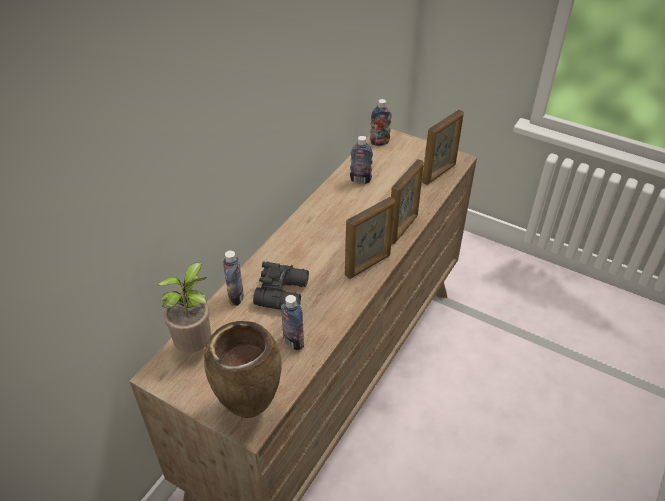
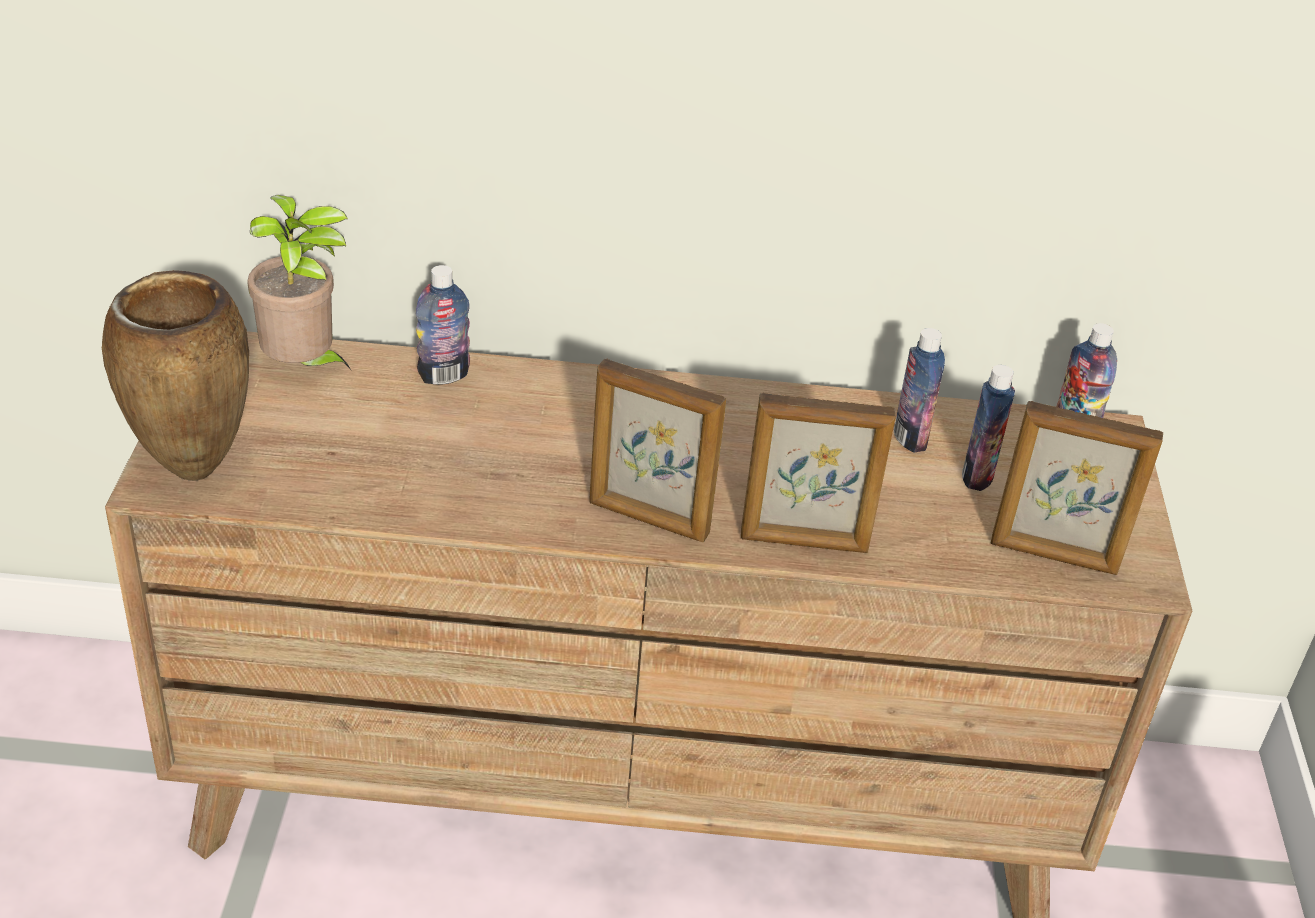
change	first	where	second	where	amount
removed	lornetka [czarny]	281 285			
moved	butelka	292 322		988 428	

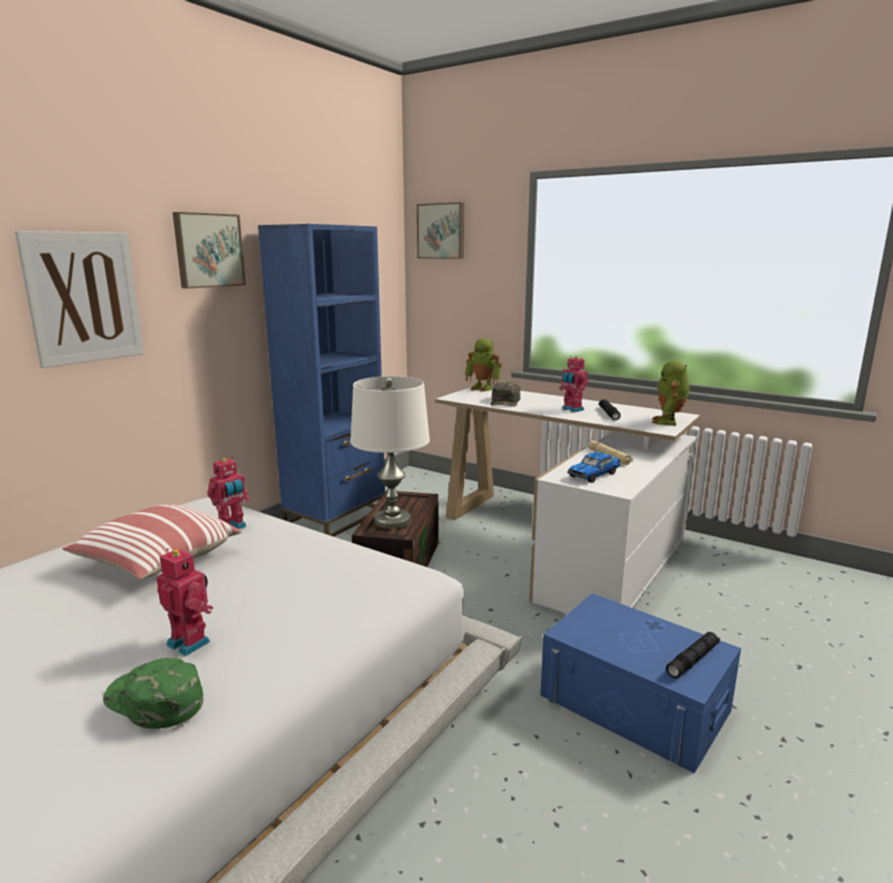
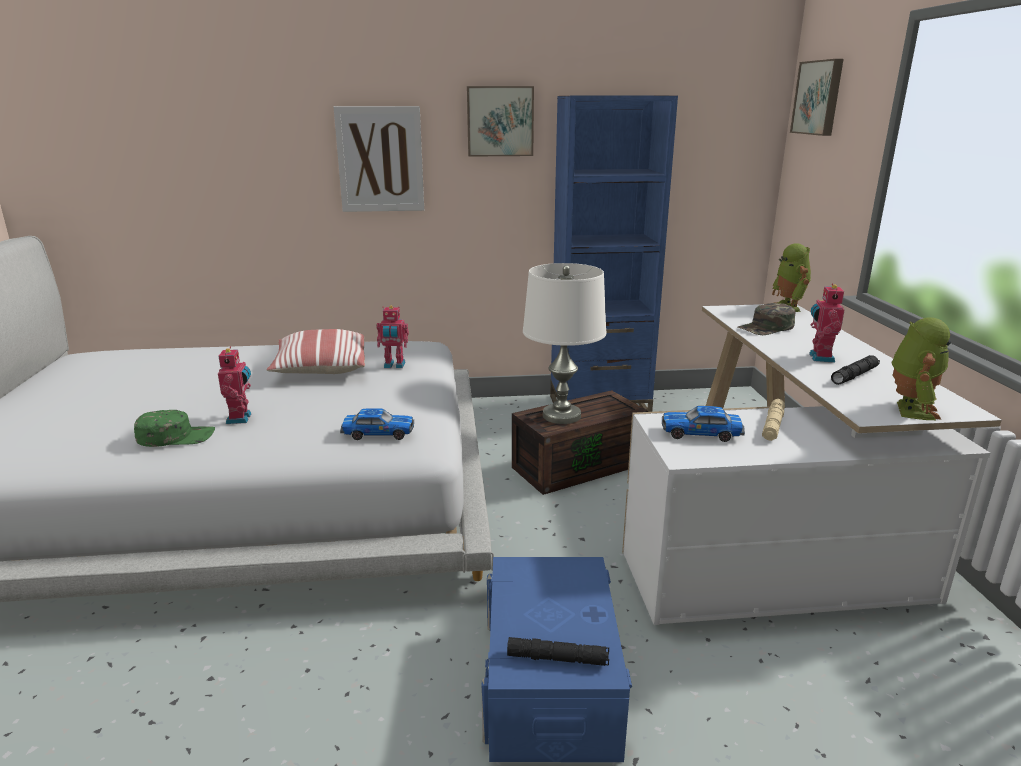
change	first	where	second	where	amount
turned	robot zabawkowy	671 393		921 368	135 degrees clockwise
turned	czapka z daszkiem [zielony]	153 693		174 428	90 degrees clockwise
added			samochodzik	377 424	

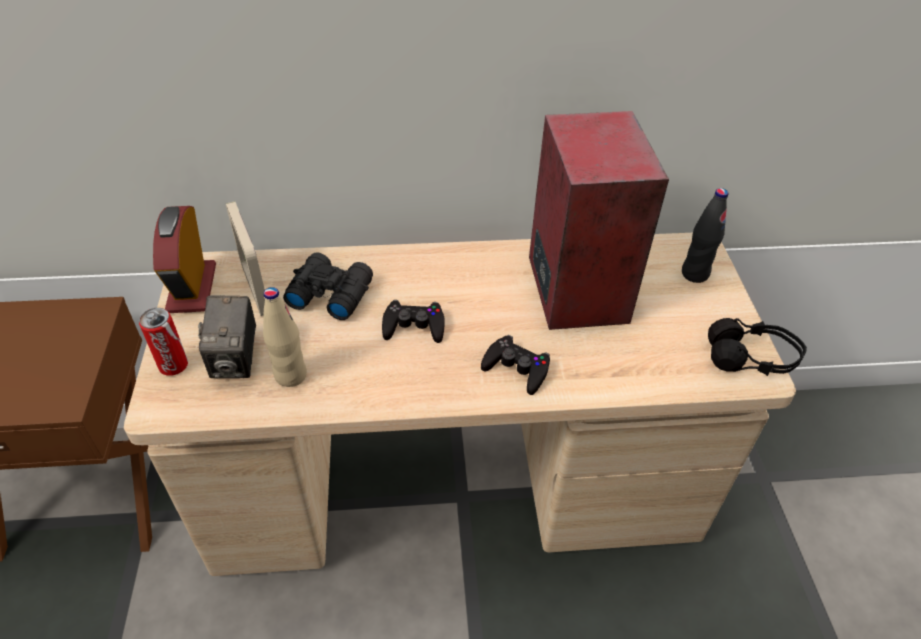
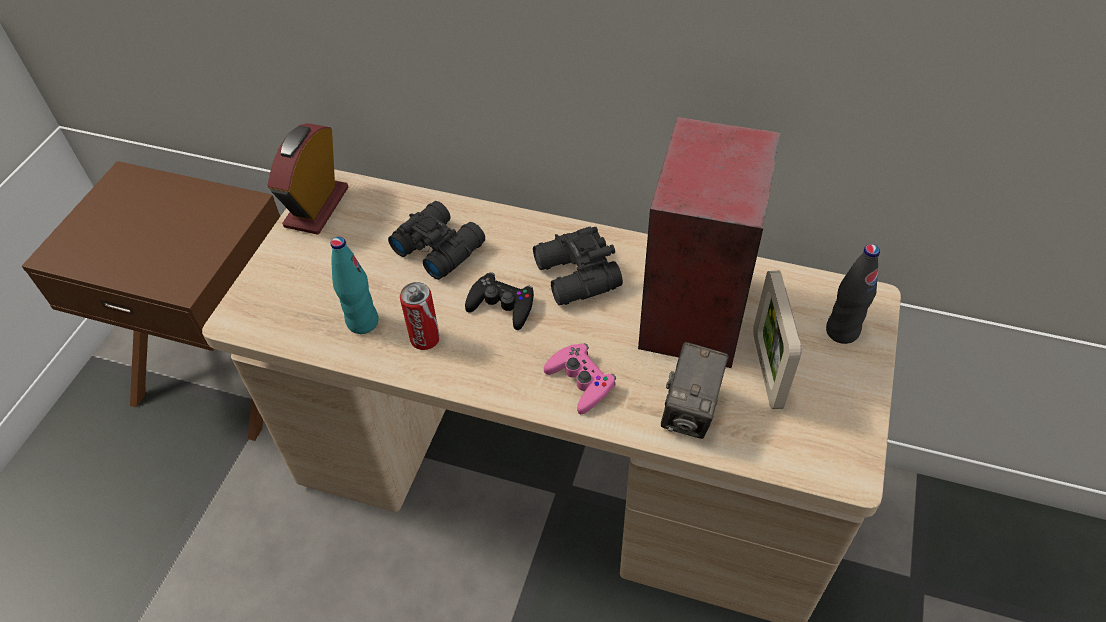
change	first	where	second	where	amount
moved	ramka na zdjęcie	245 258		777 340	
recoloured	butelka [beżowy]	285 337	butelka [turkusowy]	355 285	
moved	aparat fotograficzny	227 337		695 390	
moved	puszka	163 342		420 316	
removed	słuchawki [czarny]	757 347			
recoloured	pad do gier [czarny]	515 365	pad do gier [różowy]	580 378	
added			lornetka [czarny]	578 265	

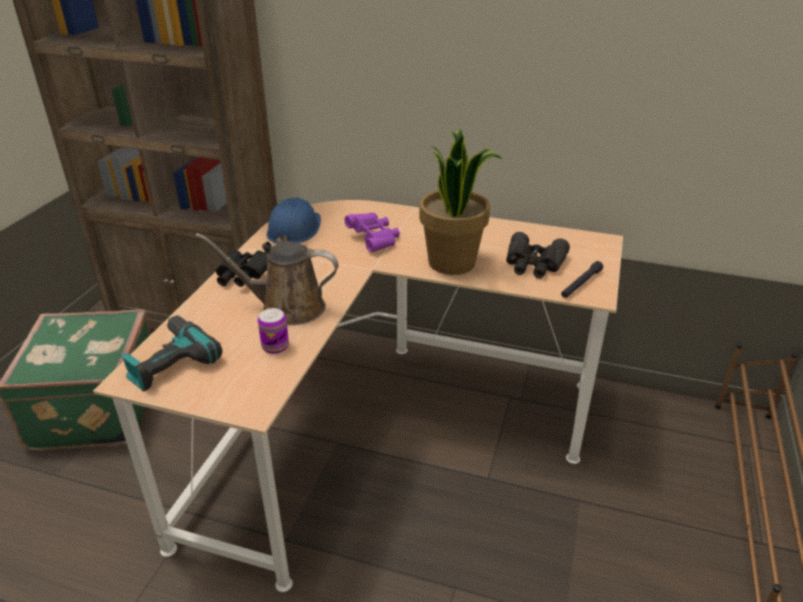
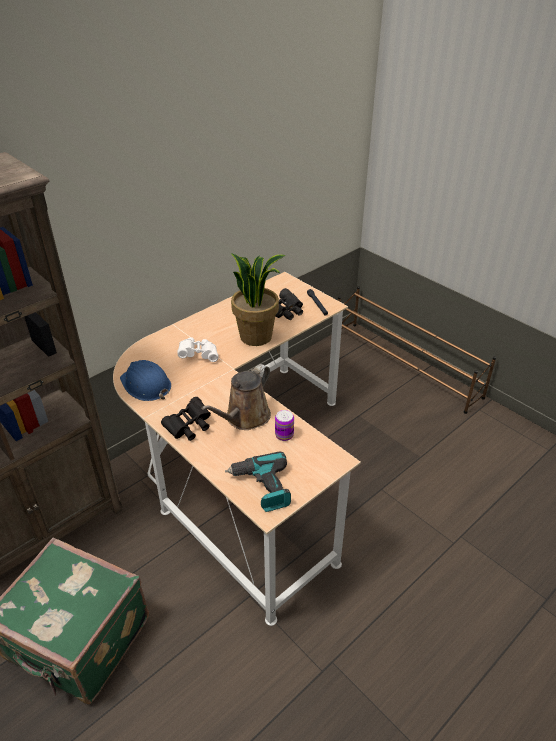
change	first	where	second	where	amount
recoloured	lornetka [fioletowy]	372 232	lornetka [biały]	197 349	

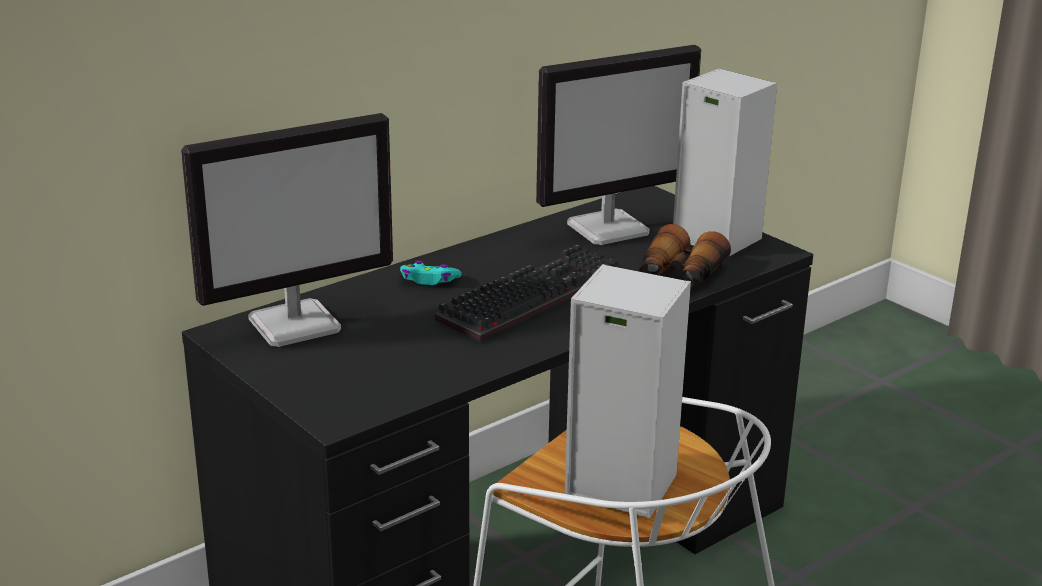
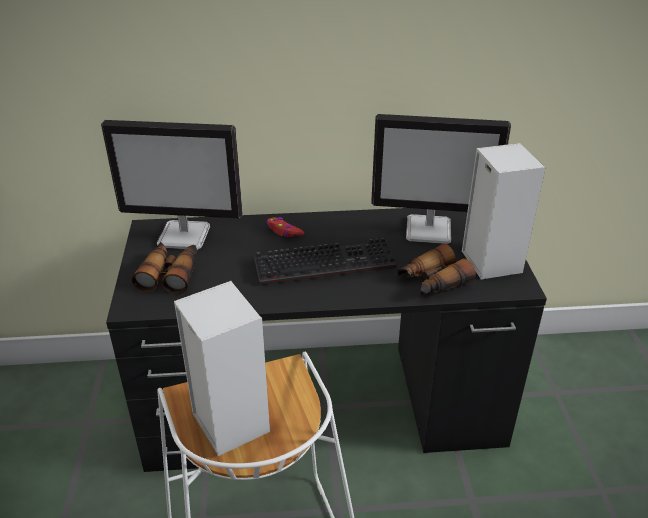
change	first	where	second	where	amount
recoloured	pad do gier [turkusowy]	431 273	pad do gier [czerwony]	285 227	
added			lornetka	164 268	

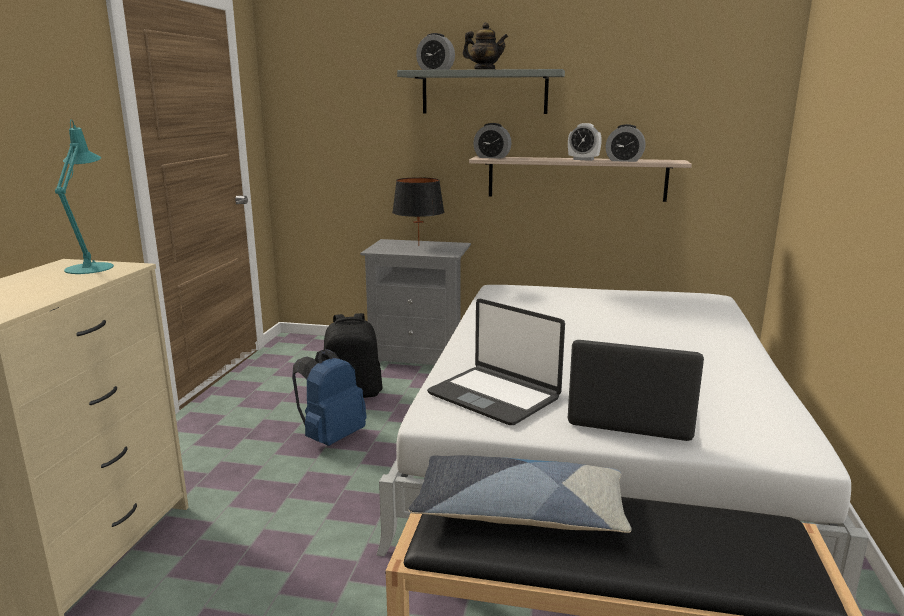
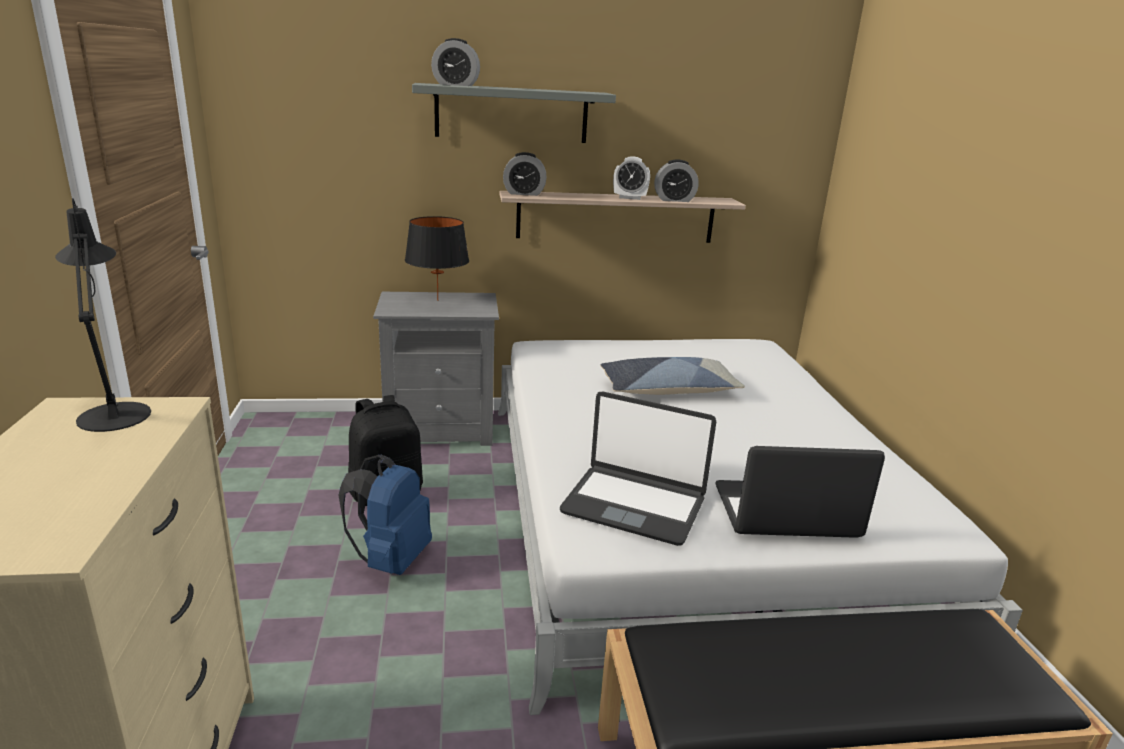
change	first	where	second	where	amount
removed	imbryk	485 46			
recoloured	lampa stołowa [turkusowy]	84 197	lampa stołowa [czarny]	103 315	
moved	poduszka	520 494		672 376	

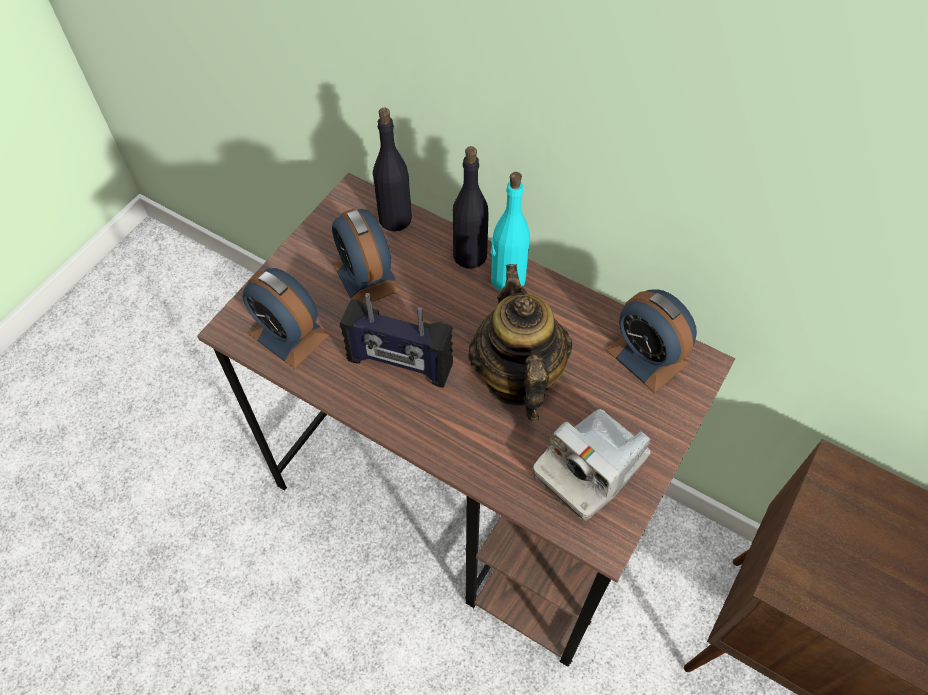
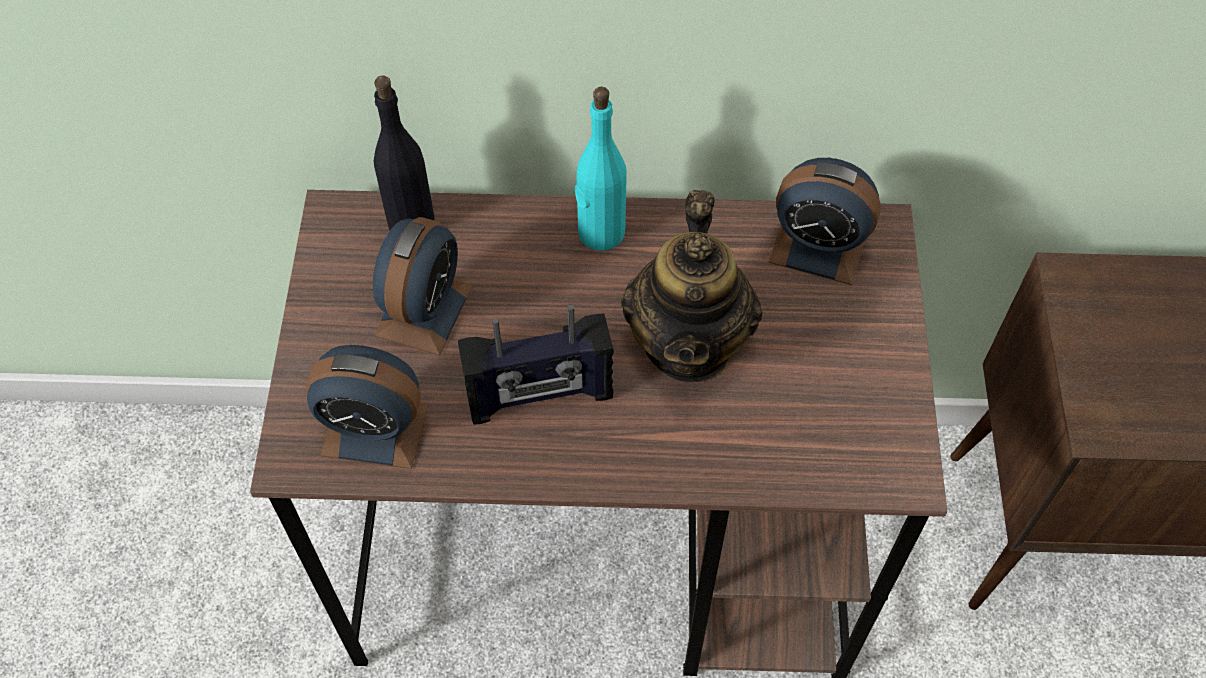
change	first	where	second	where	amount
removed	butelka [czarny]	471 207			
turned	budzik	366 256		423 286	105 degrees counterclockwise
turned	imbryk	520 343		692 286	135 degrees counterclockwise
removed	aparat fotograficzny	592 465			

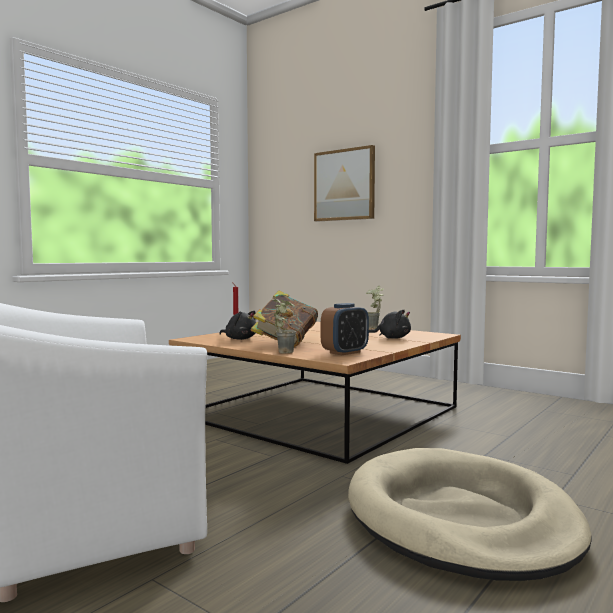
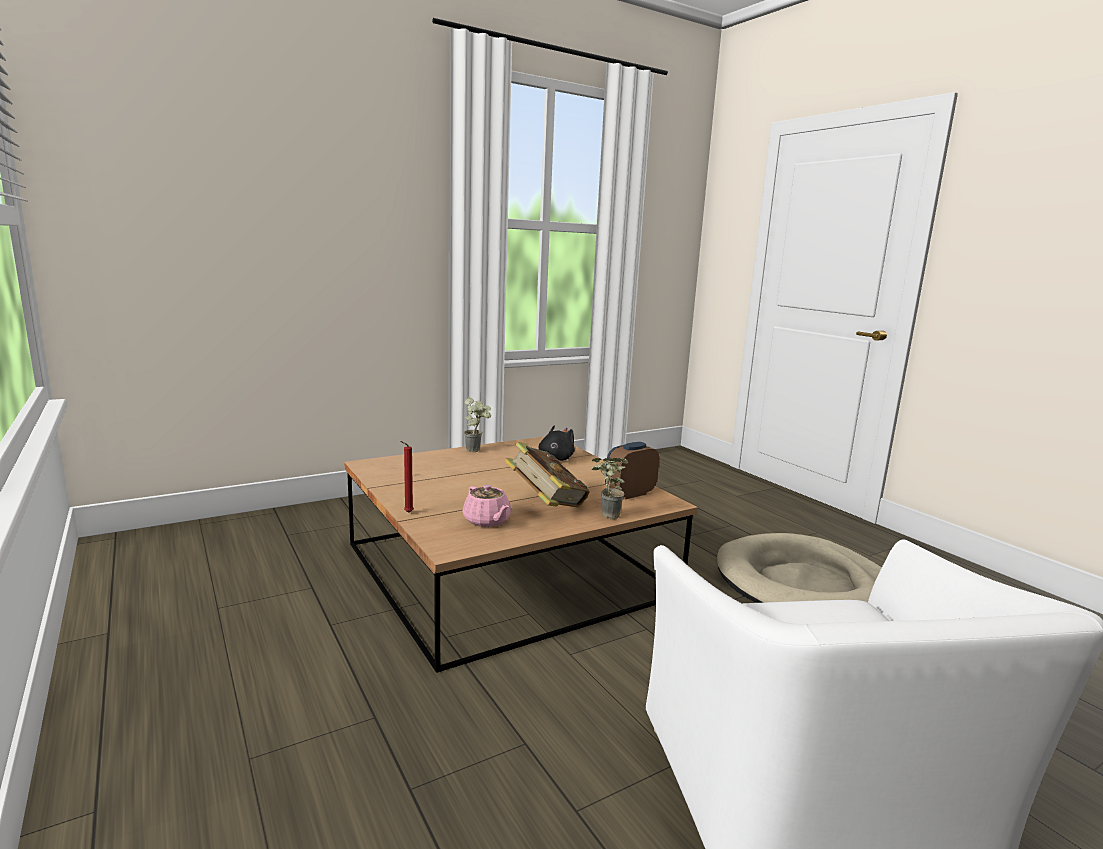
change	first	where	second	where	amount
removed	obraz	344 183			
turned	budzik	345 329		632 470	105 degrees counterclockwise
replaced	pluszak [czarny]	237 325	imbryk [różowy]	487 505	

